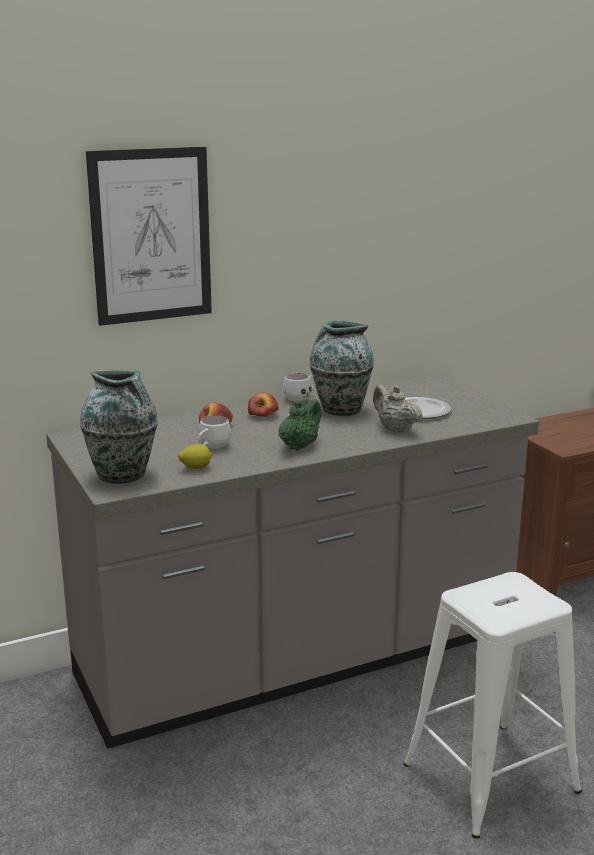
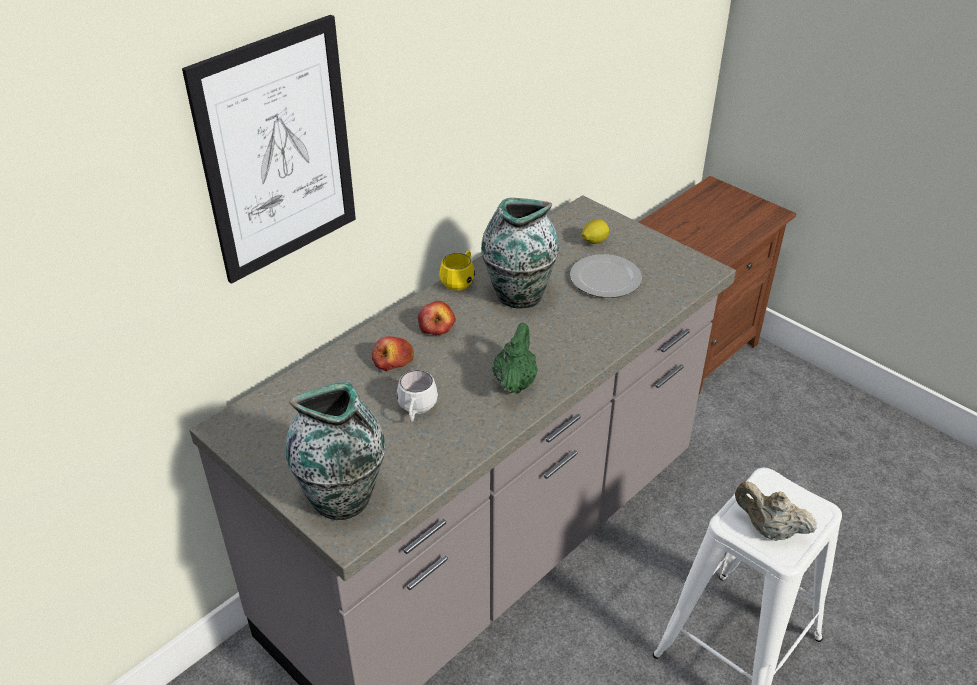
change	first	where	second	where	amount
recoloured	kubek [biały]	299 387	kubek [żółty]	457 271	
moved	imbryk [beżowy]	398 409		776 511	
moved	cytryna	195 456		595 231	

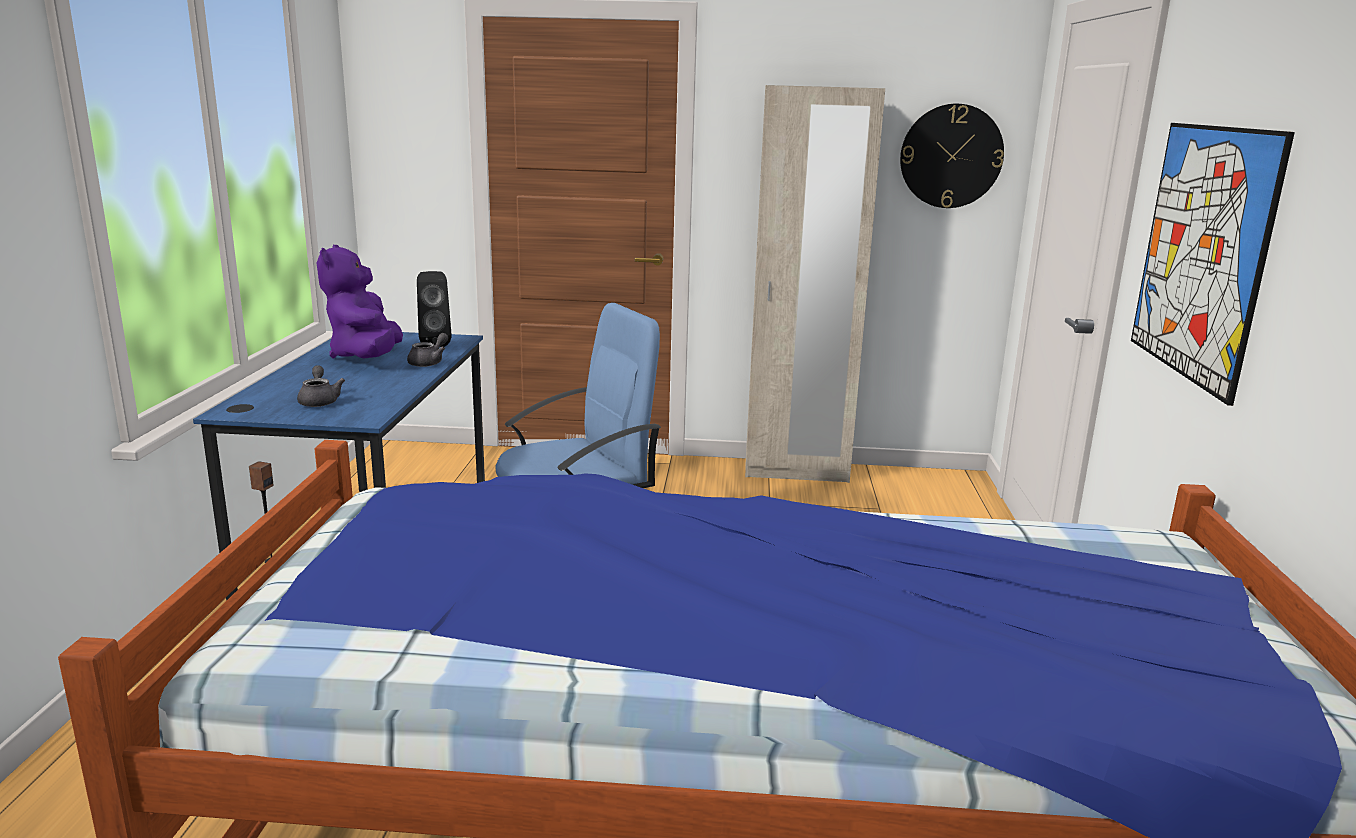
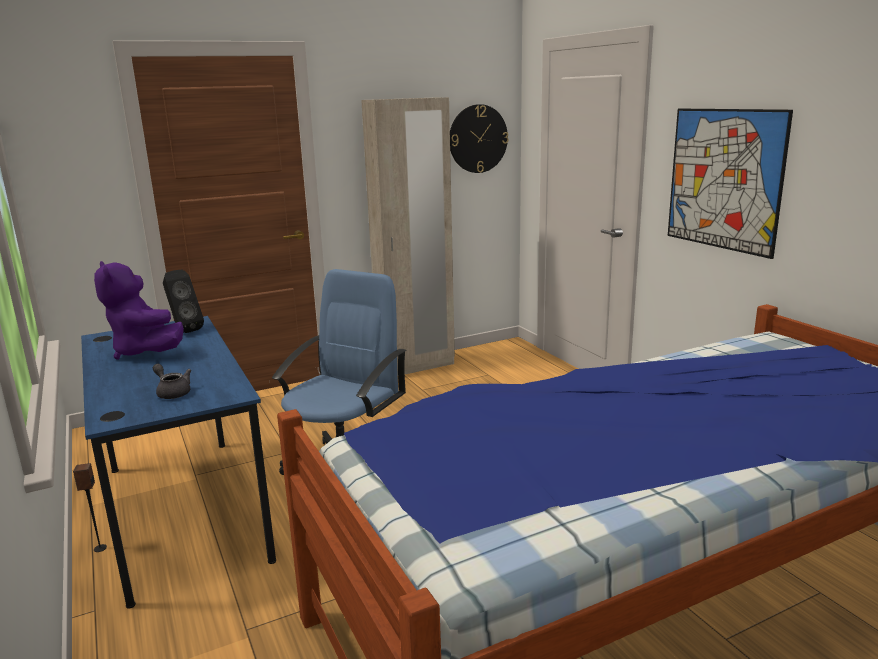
change	first	where	second	where	amount
removed	imbryk [szary]	427 350			

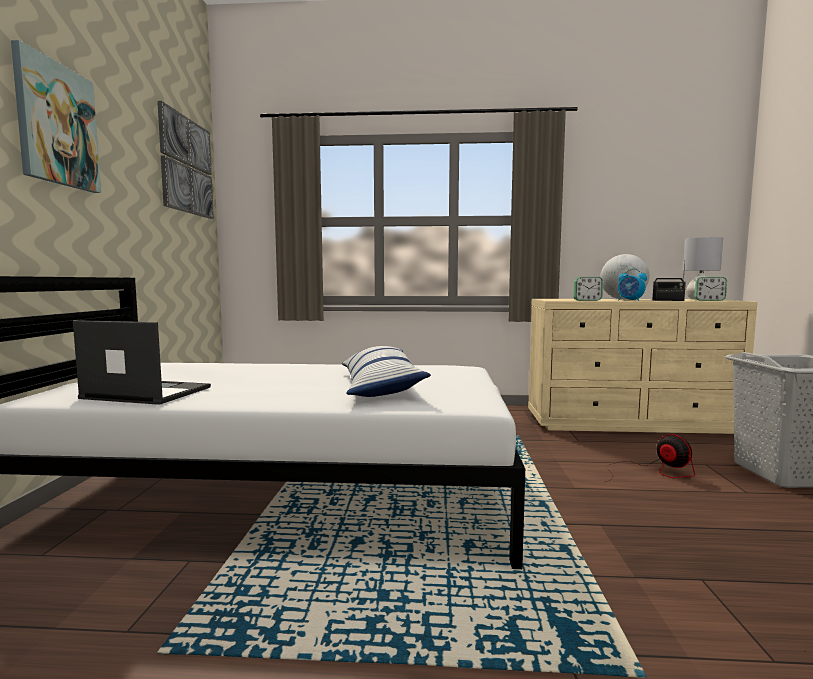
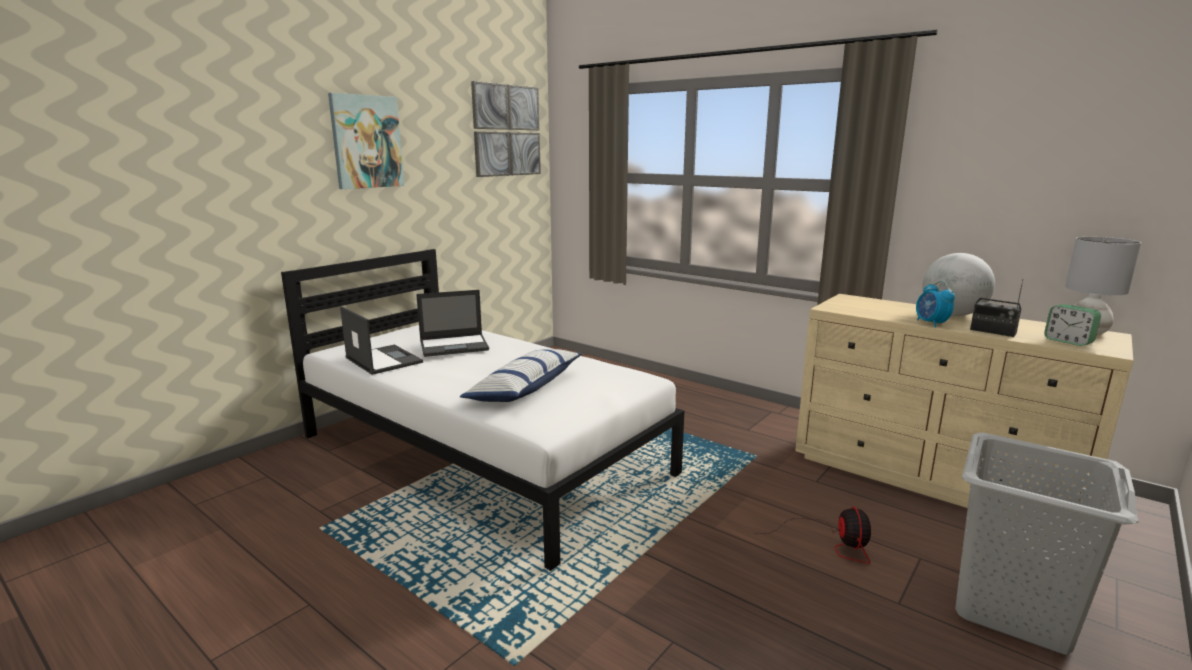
change	first	where	second	where	amount
removed	budzik	588 289			
added			laptop	452 323	

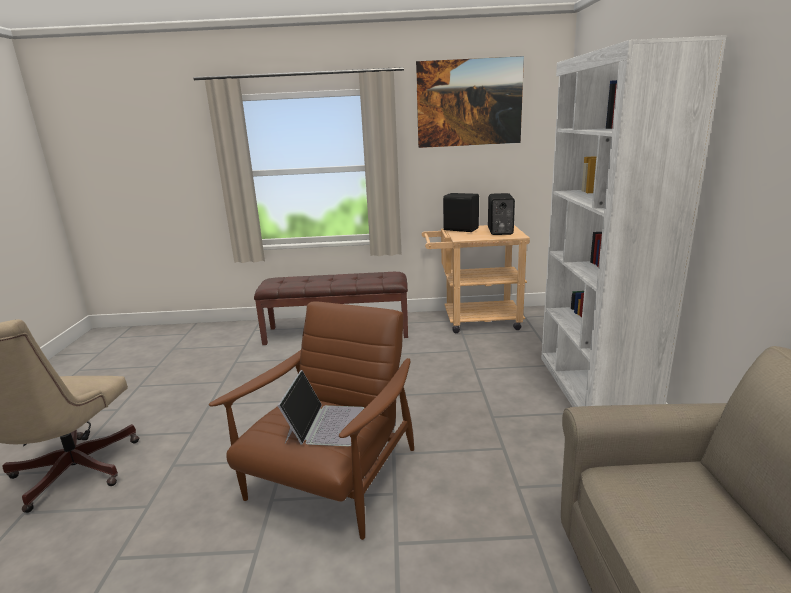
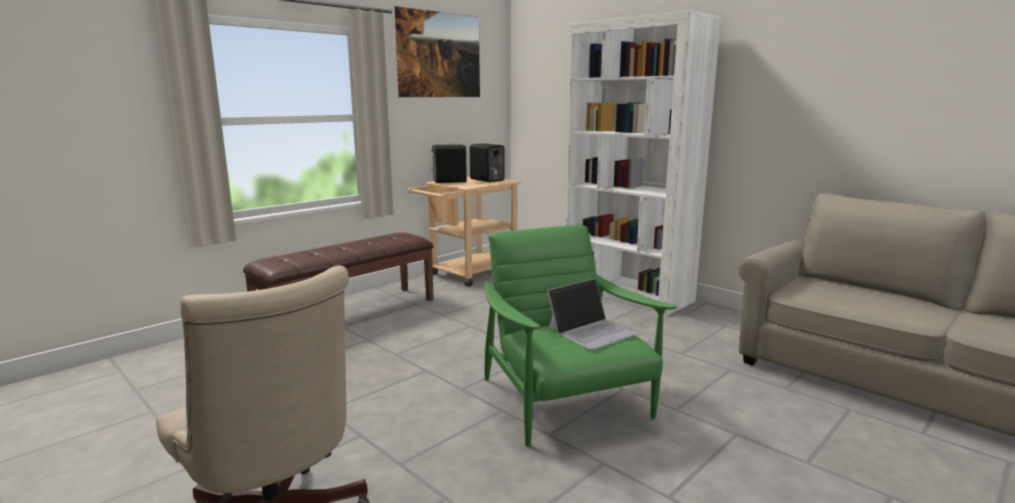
change	first	where	second	where	amount
recoloured	fotel [brązowy]	311 420	fotel [zielony]	580 336	
turned	laptop	321 408		592 314	90 degrees clockwise

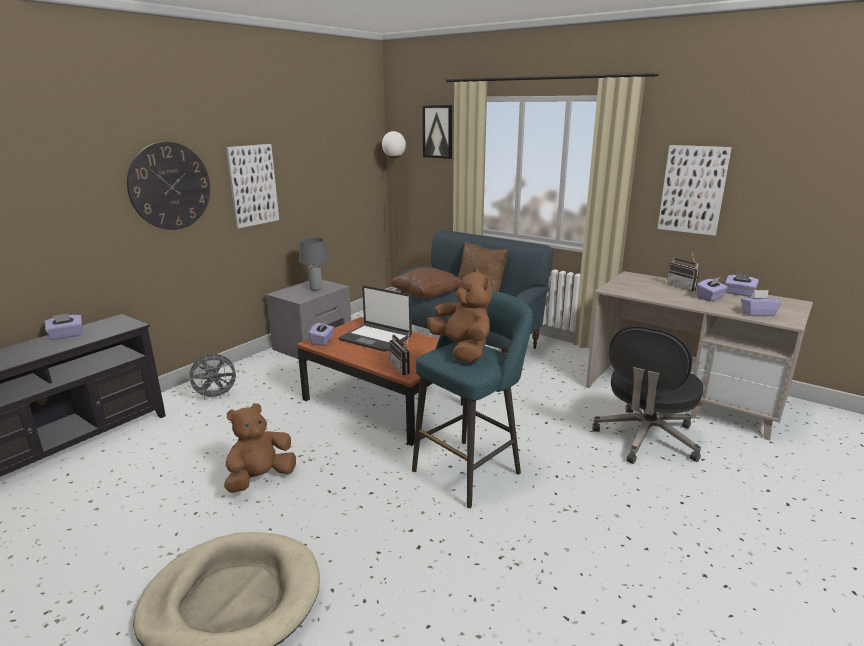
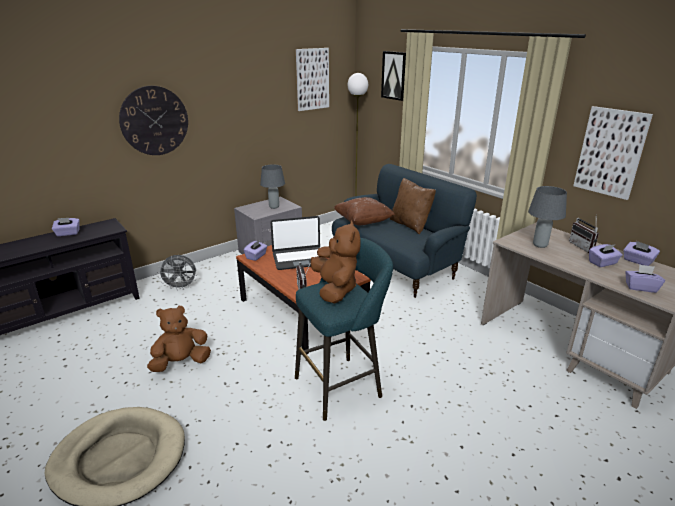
change	first	where	second	where	amount
moved	obraz	252 186		312 79	
turned	laptop	375 319		297 243	60 degrees counterclockwise
removed	krzesło biurowe [czarny]	648 394			
added			lampa stołowa [szary]	547 217	

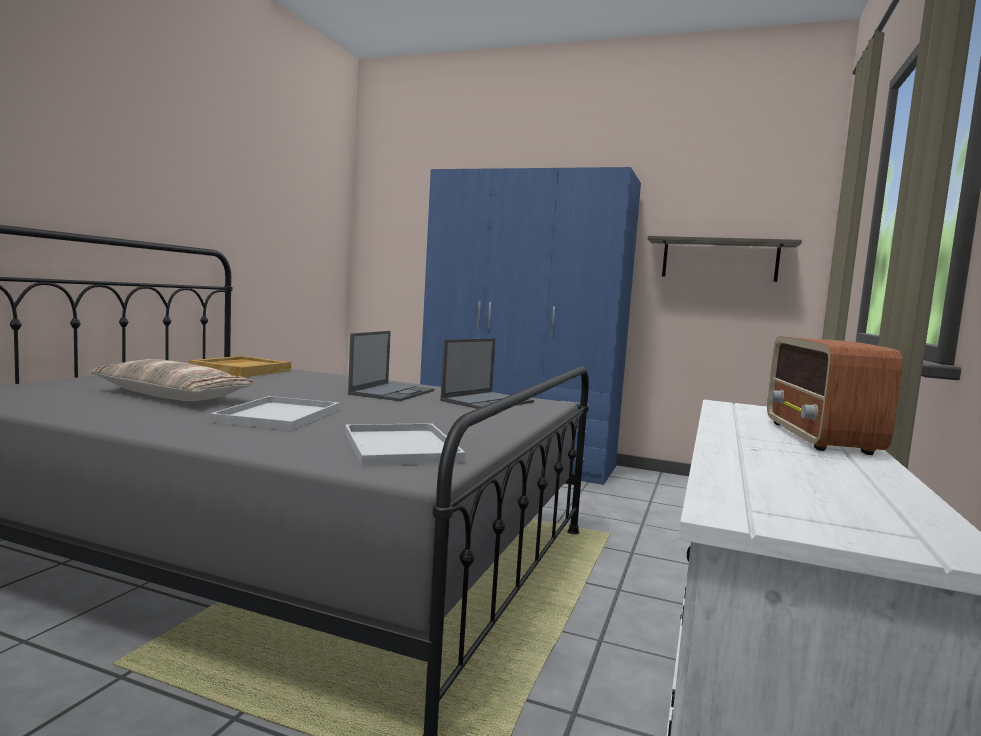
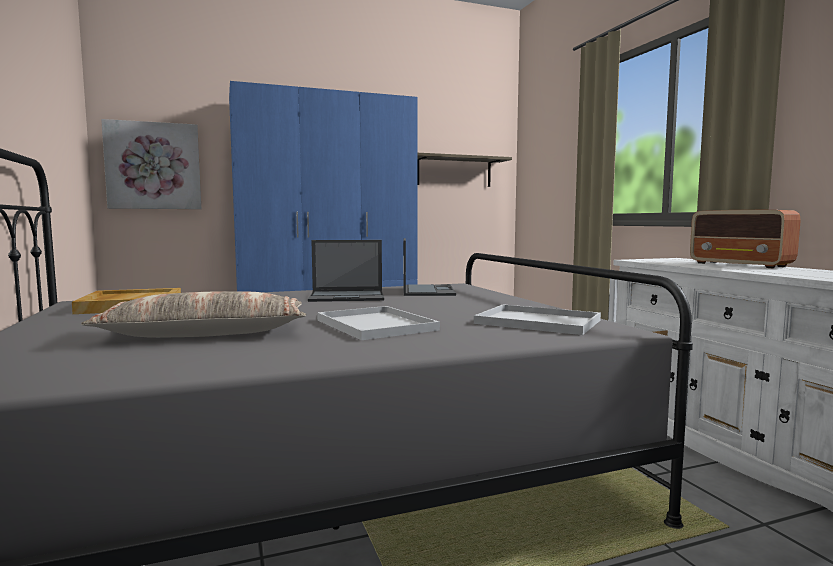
change	first	where	second	where	amount
turned	laptop	391 366		346 271	105 degrees clockwise
added			obraz	151 164	

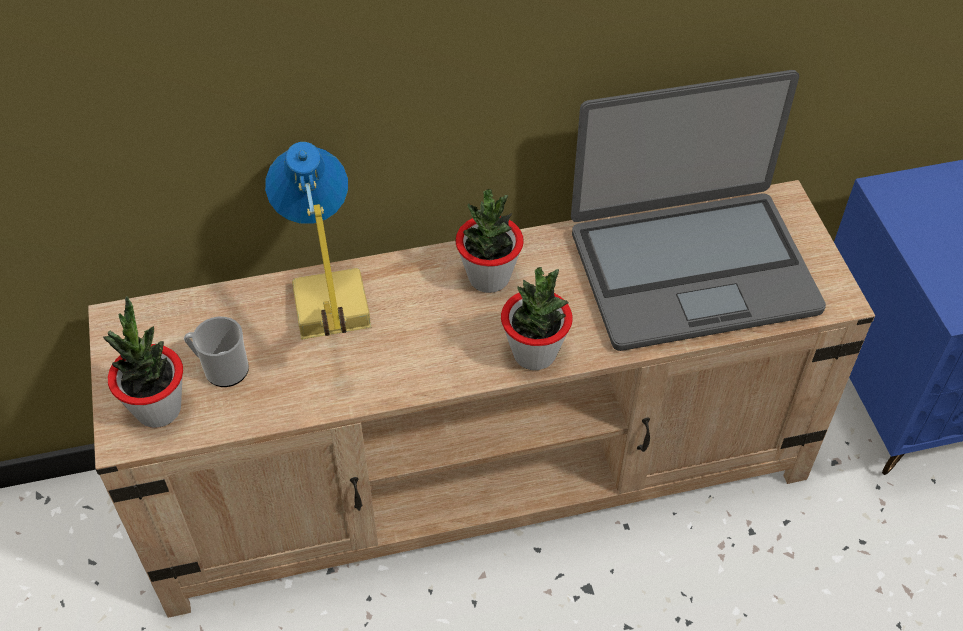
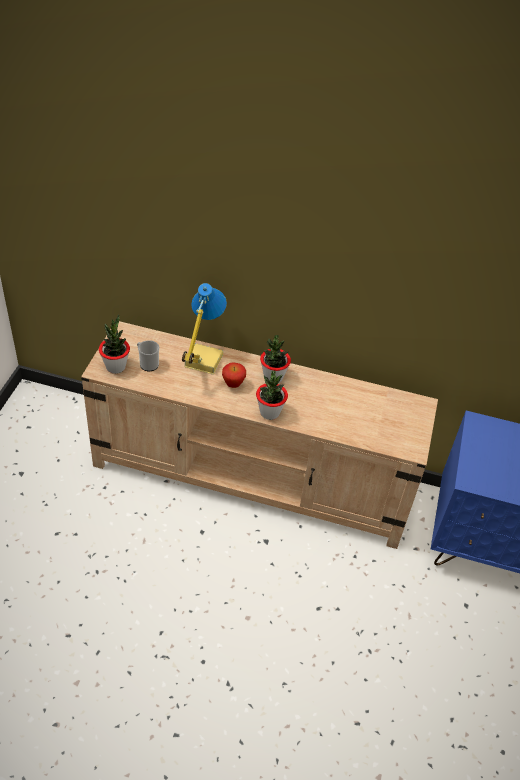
change	first	where	second	where	amount
removed	laptop	698 210			
added			jabłko	234 375	

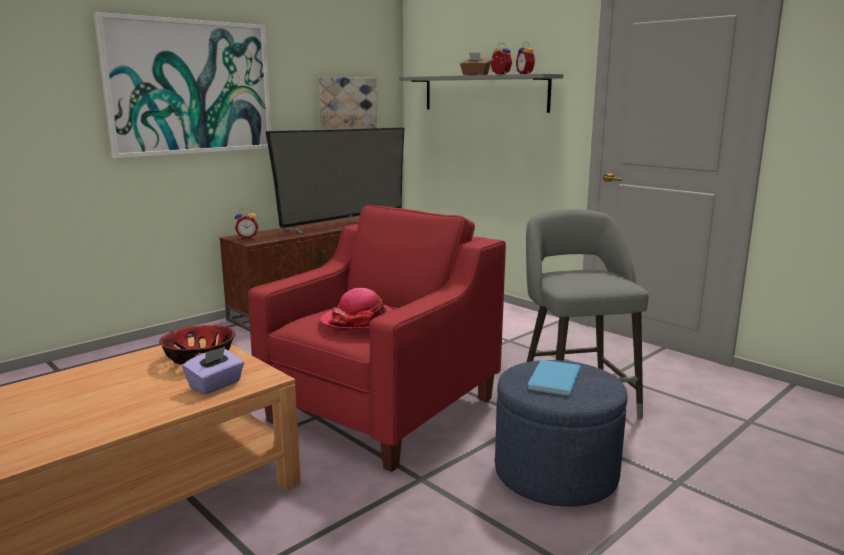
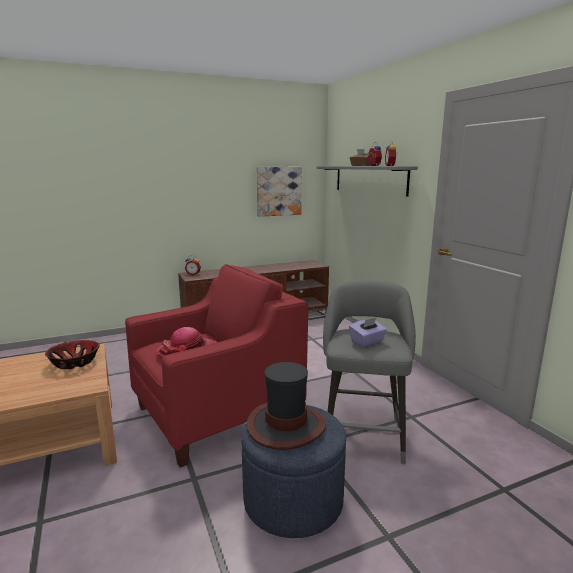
change	first	where	second	where	amount
removed	obraz	183 85			
removed	telewizor	335 180			
moved	pudełko chusteczek [fioletowy]	213 370		368 332	
replaced	książka [niebieski]	554 378	kapelusz	286 406	

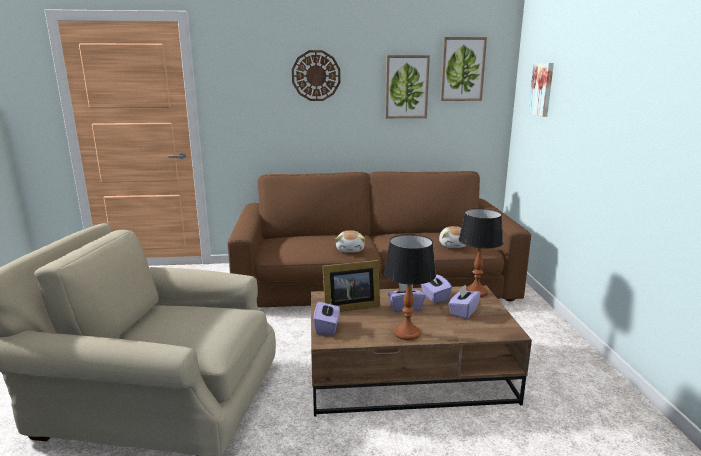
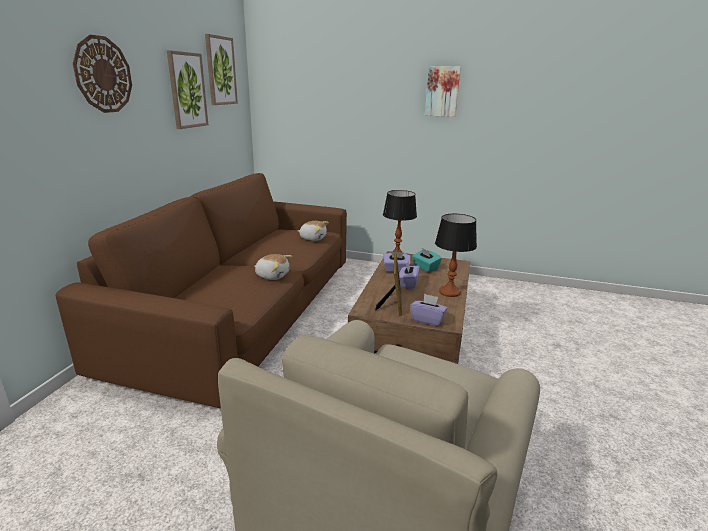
change	first	where	second	where	amount
moved	obraz	541 90		443 91	
recoloured	pudełko chusteczek [fioletowy]	464 302	pudełko chusteczek [turkusowy]	427 260	

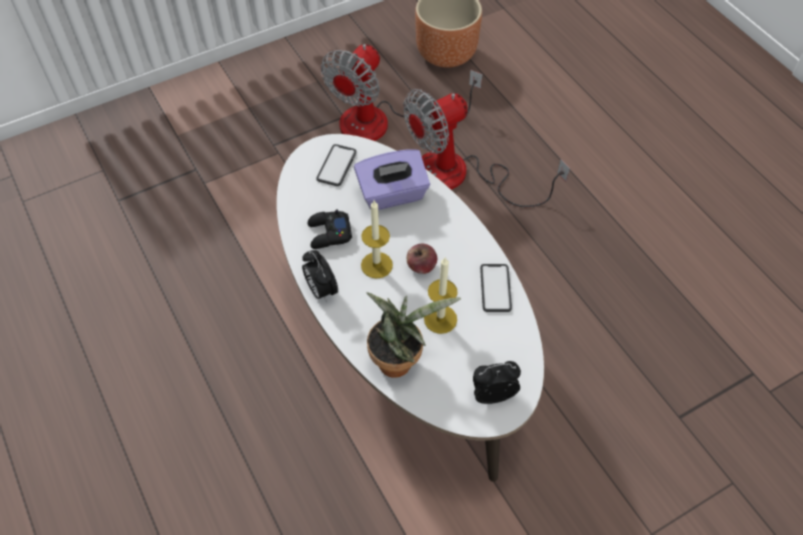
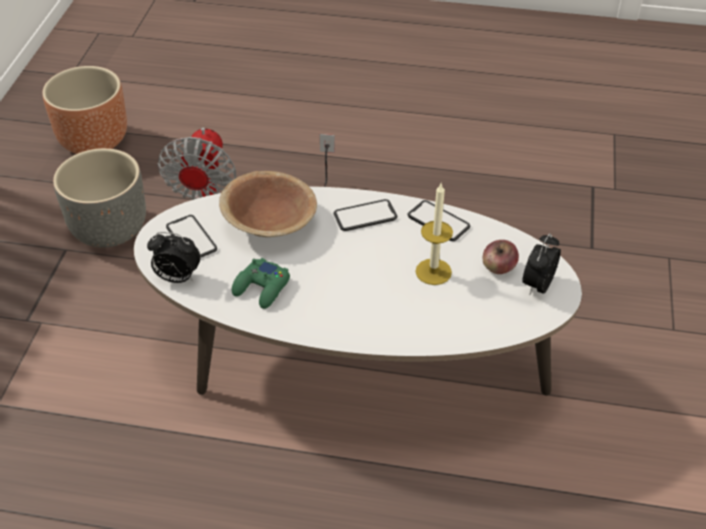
change	first	where	second	where	amount
replaced	wentylator	402 92	donica [szary]	99 198	
replaced	pudełko chusteczek [fioletowy]	392 179	miska [brązowy]	268 204	
removed	świeca	377 239			
recoloured	pad do gier [czarny]	329 229	pad do gier [zielony]	261 283	
moved	jabłko	422 259		501 257	
moved	budzik	320 276		174 257	
removed	roślina doniczkowa	414 335			
added			telefon	365 215	

